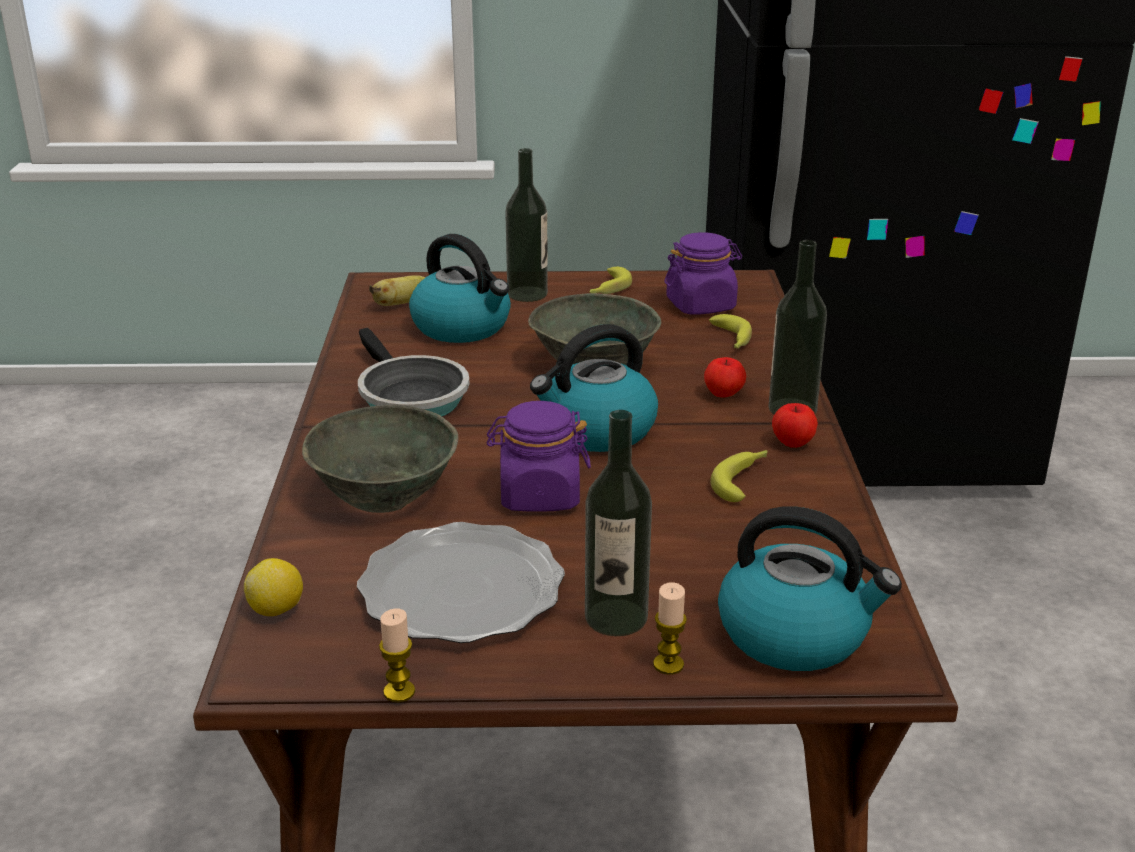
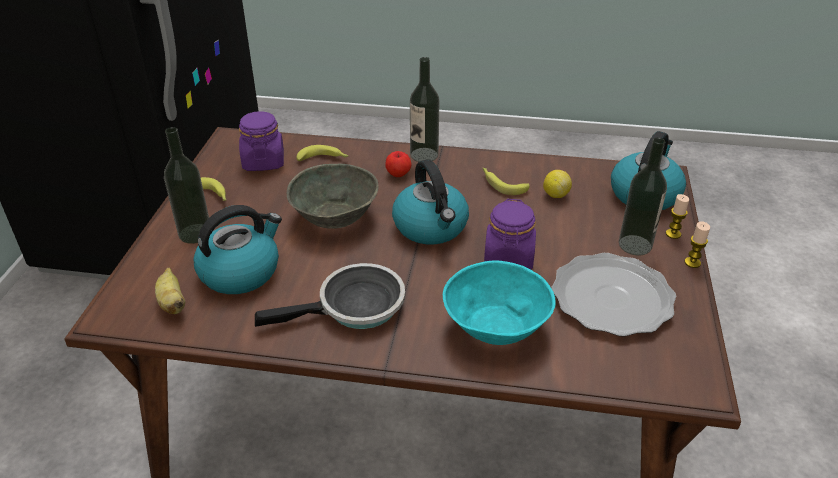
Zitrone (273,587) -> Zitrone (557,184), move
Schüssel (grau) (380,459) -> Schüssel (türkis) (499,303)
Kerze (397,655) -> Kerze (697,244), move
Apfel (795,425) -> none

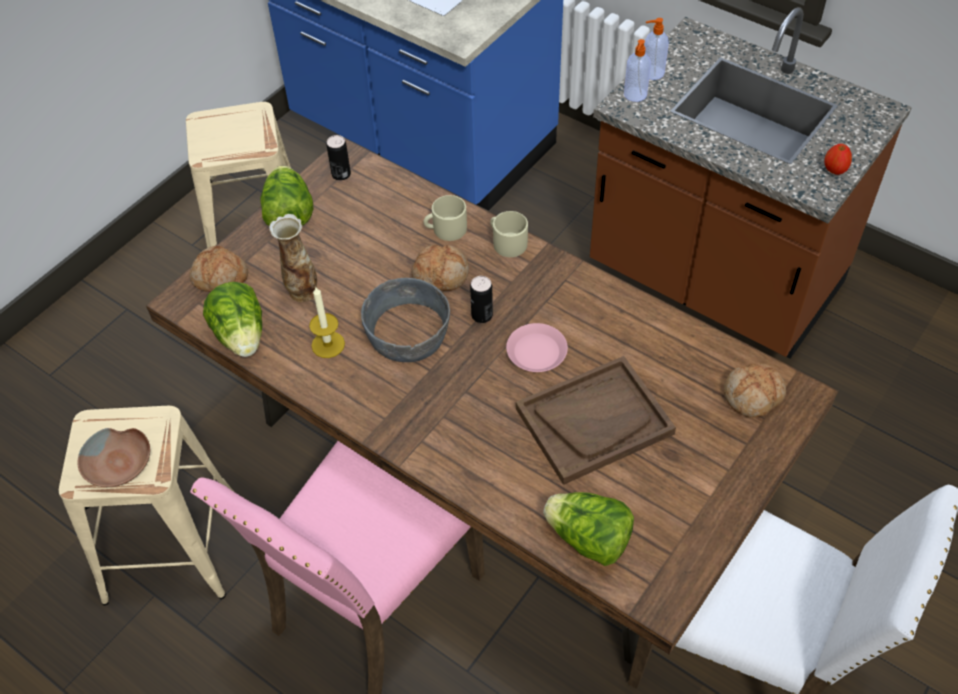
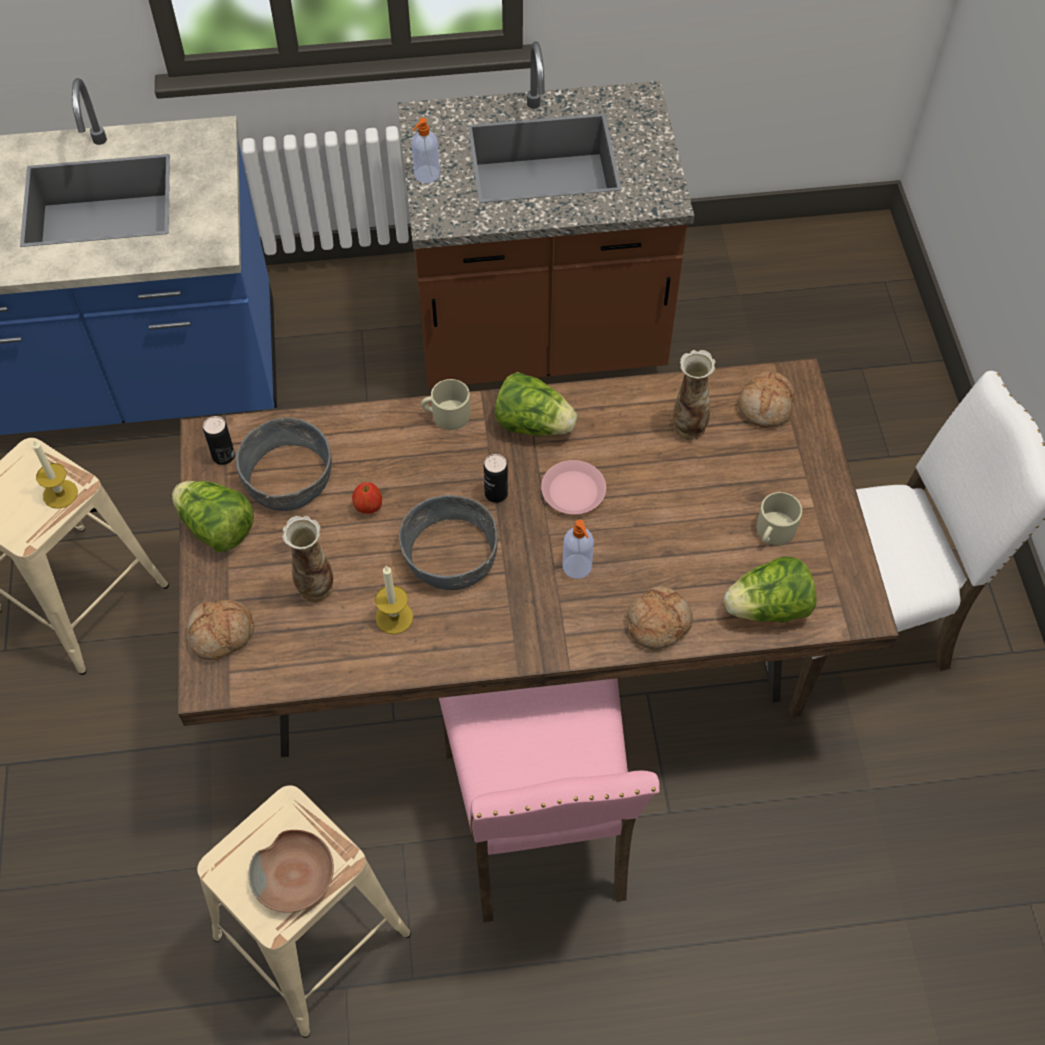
Salatkopf (232,319) -> Salatkopf (536,404), move
Brot (440,268) -> Brot (660,618), move
Henkelbecher (beige) (445,218) -> Henkelbecher (beige) (779,518), move
Tablett (braun) (596,420) -> none
Seifenspender (637,70) -> Seifenspender (578,549), move
Apfel (838,159) -> Apfel (367,498), move
none -> Kerze (55,475)
none -> Schüssel (grau) (284,464)
none -> Vase (694,395)

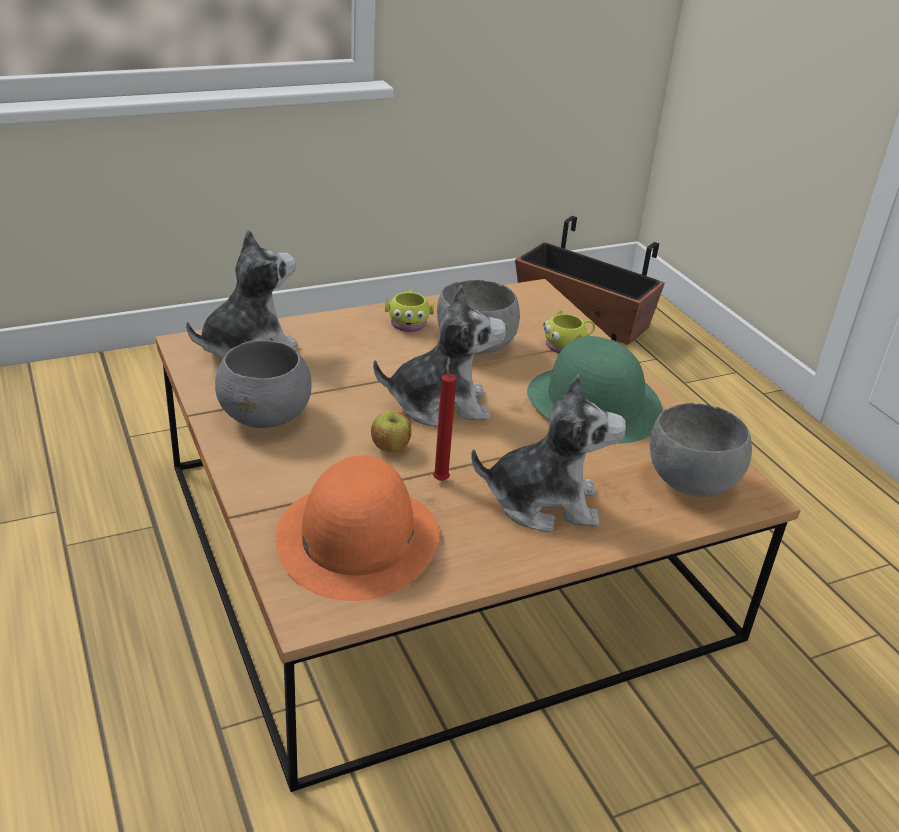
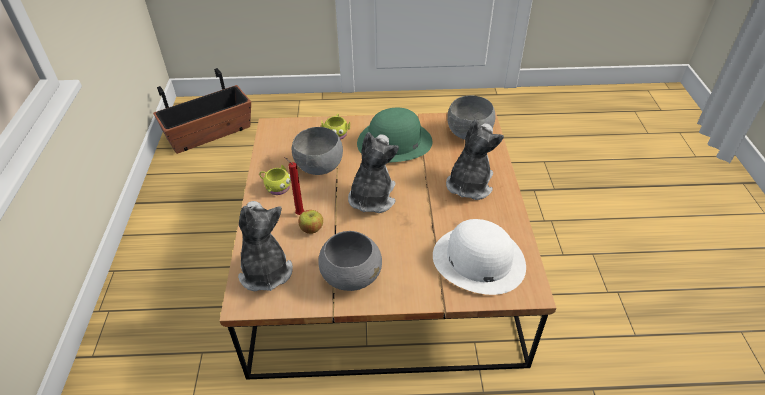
Hut (orange) (357,528) -> Hut (weiß) (479,257)
Apfel (391,431) -> Apfel (310,222), move
Kerze (rot) (444,419) -> Kerze (rot) (294,186), move

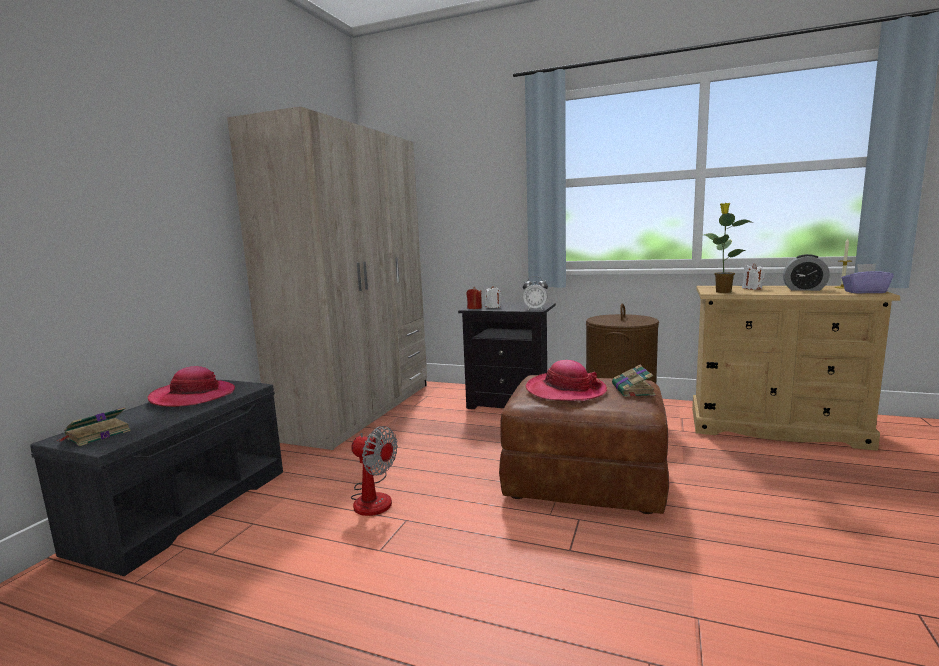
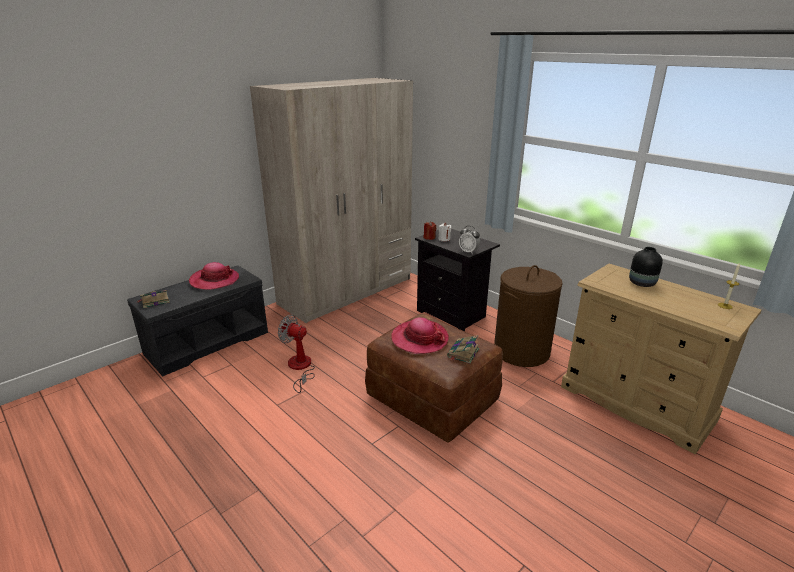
Ventilator (374,471) -> Ventilator (296,354), 150 degrees clockwise
Topfpflanze (729,248) -> none
Kerze (weiß) (753,276) -> Vase (schwarz) (646,267)
Wecker (806,272) -> none
Taschentuchbox (lila) (868,278) -> none

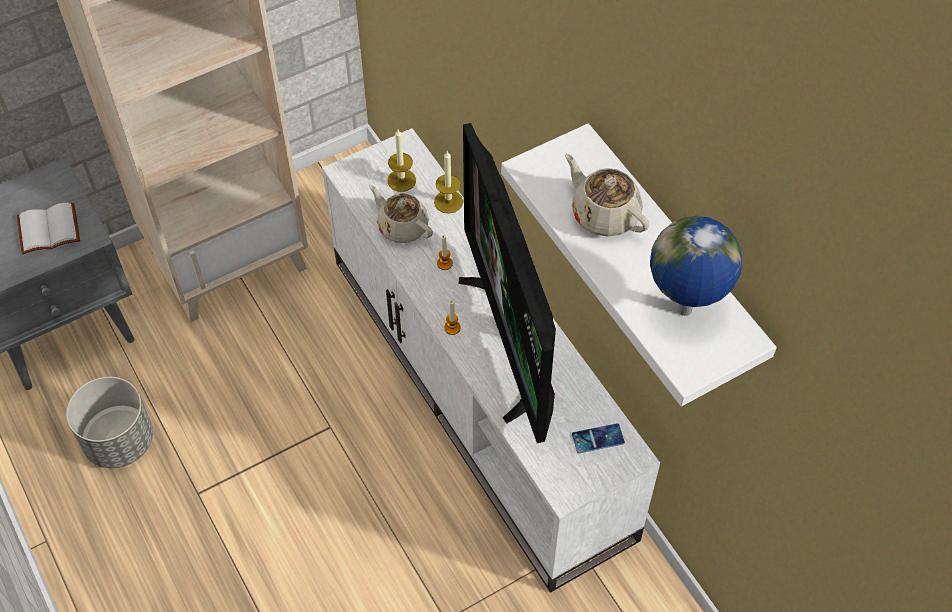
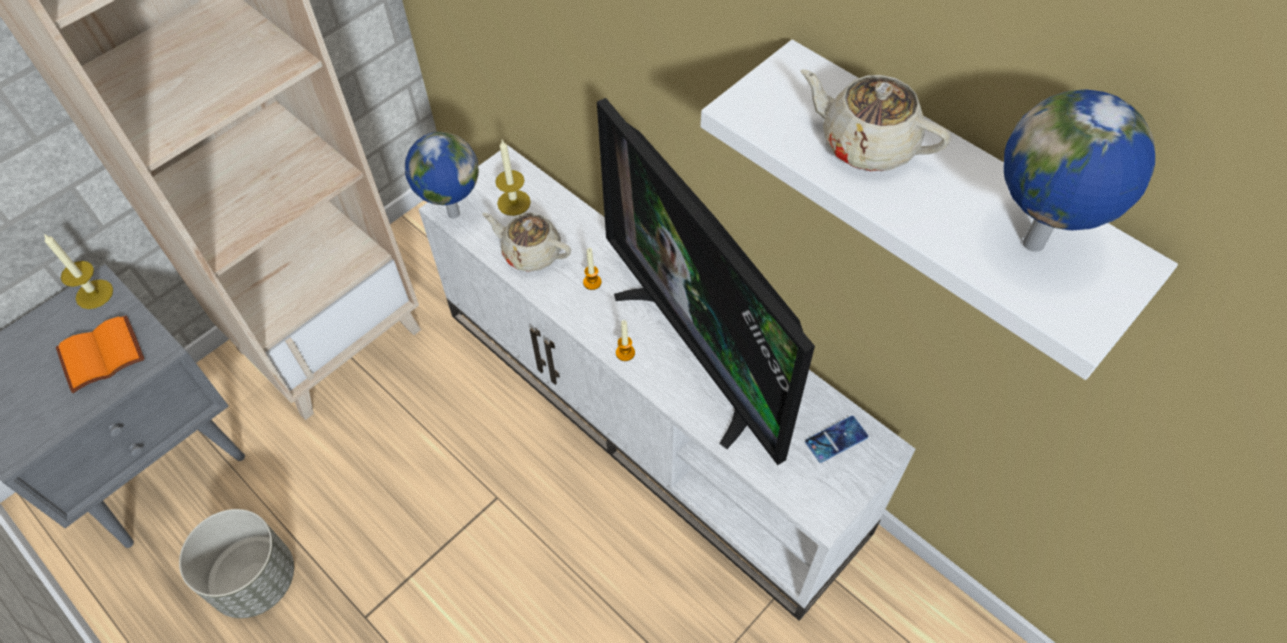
Buch (weiß) (48,228) -> Buch (orange) (100,354)
Kerze (448,182) -> Kerze (78,271), move
none -> Globus (442,175)

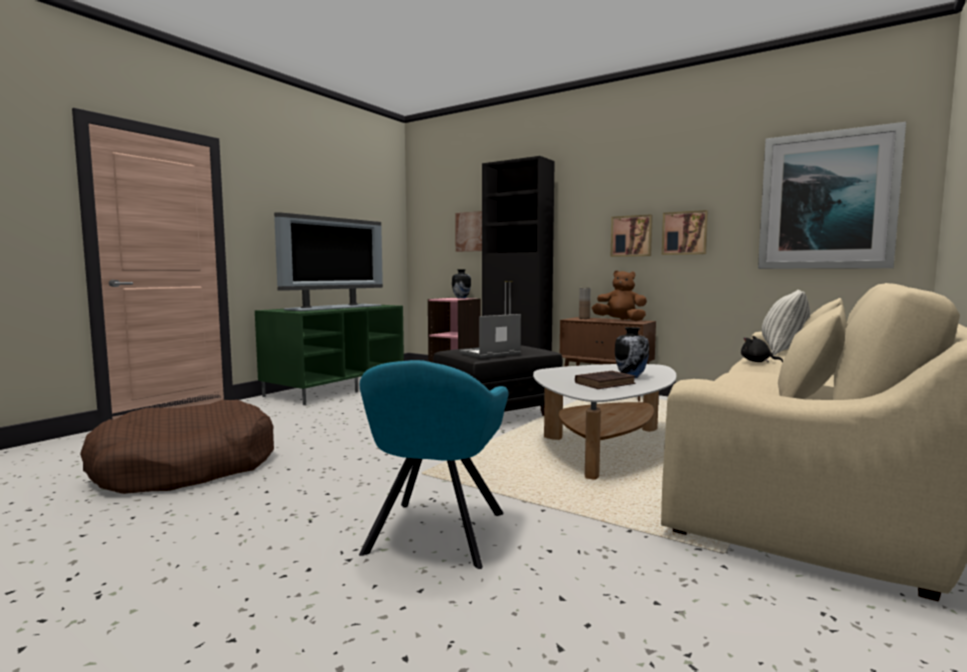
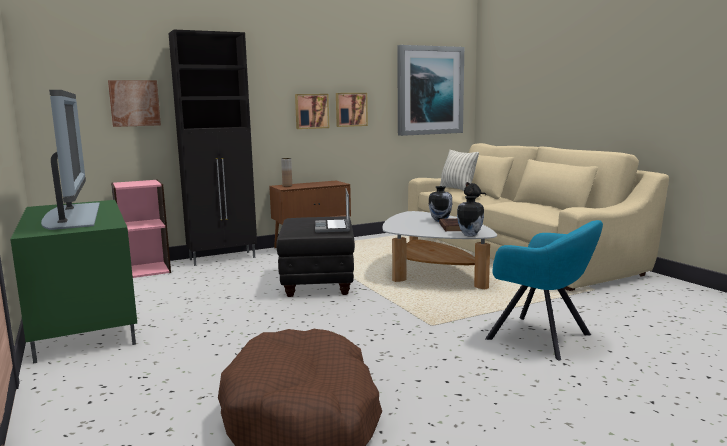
Vase (461,284) -> Vase (470,216), move
Plüschtier (braun) (619,295) -> none

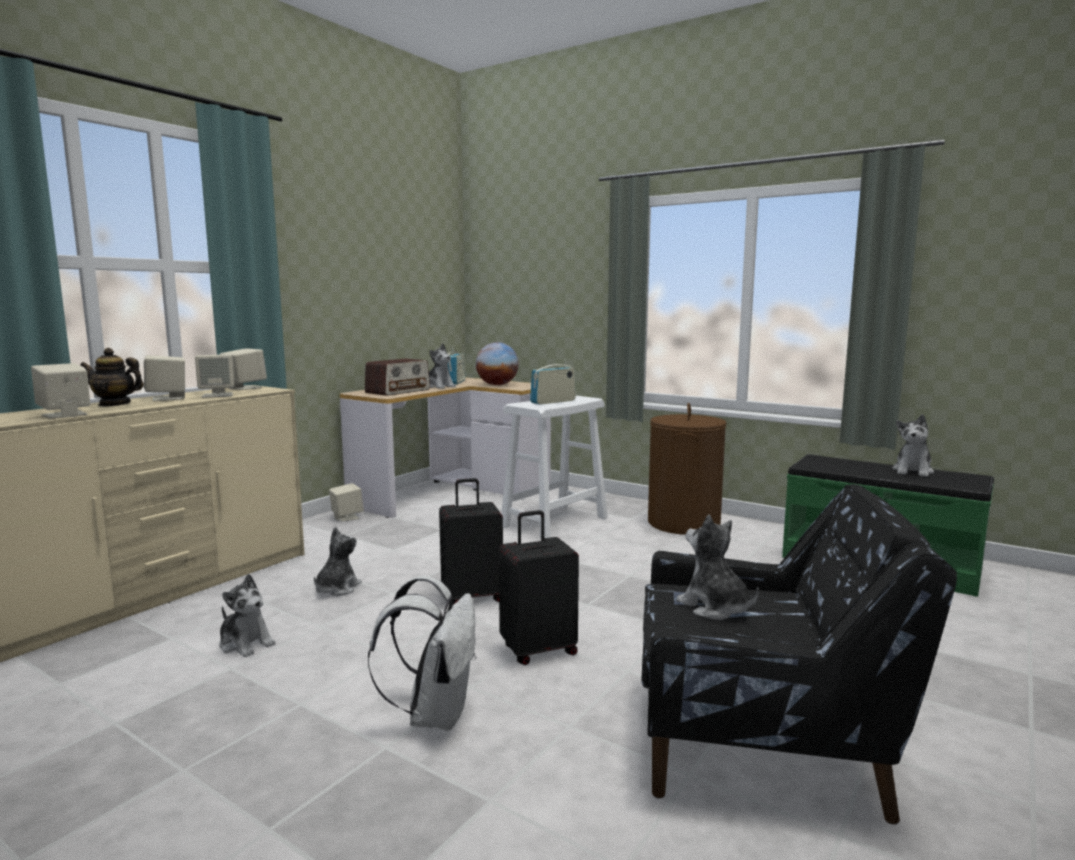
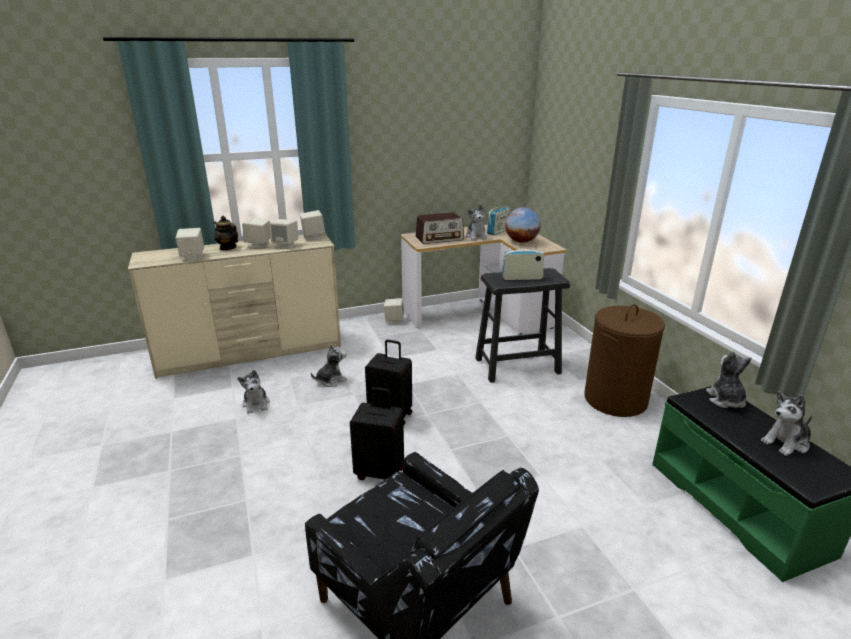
Rucksack (weiß) (422,653) -> none
Hocker (weiß) (554,467) -> Hocker (schwarz) (522,325)
Plüschtier (717,567) -> Plüschtier (729,379), move

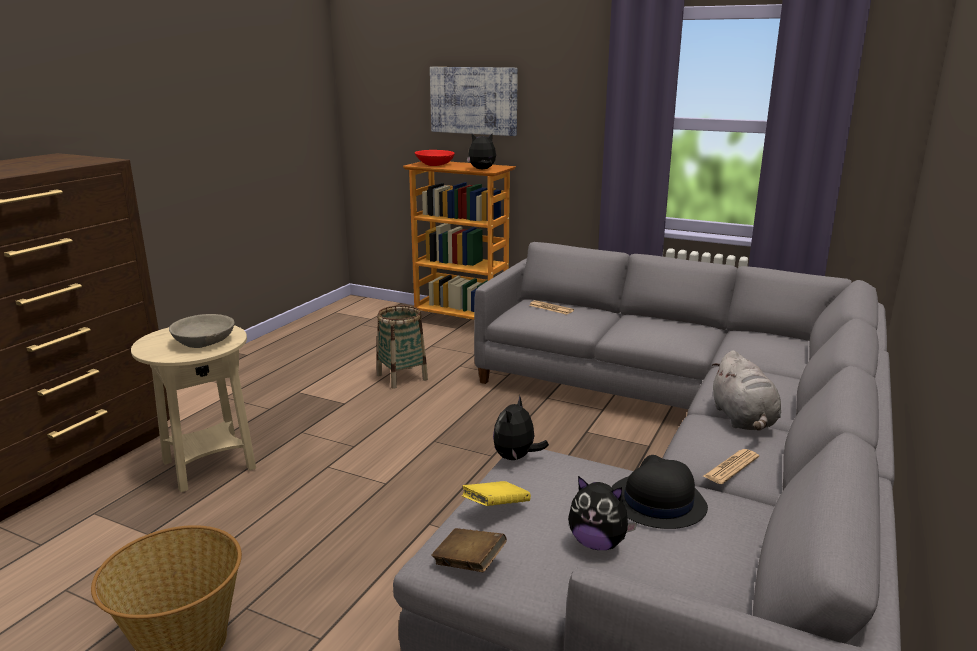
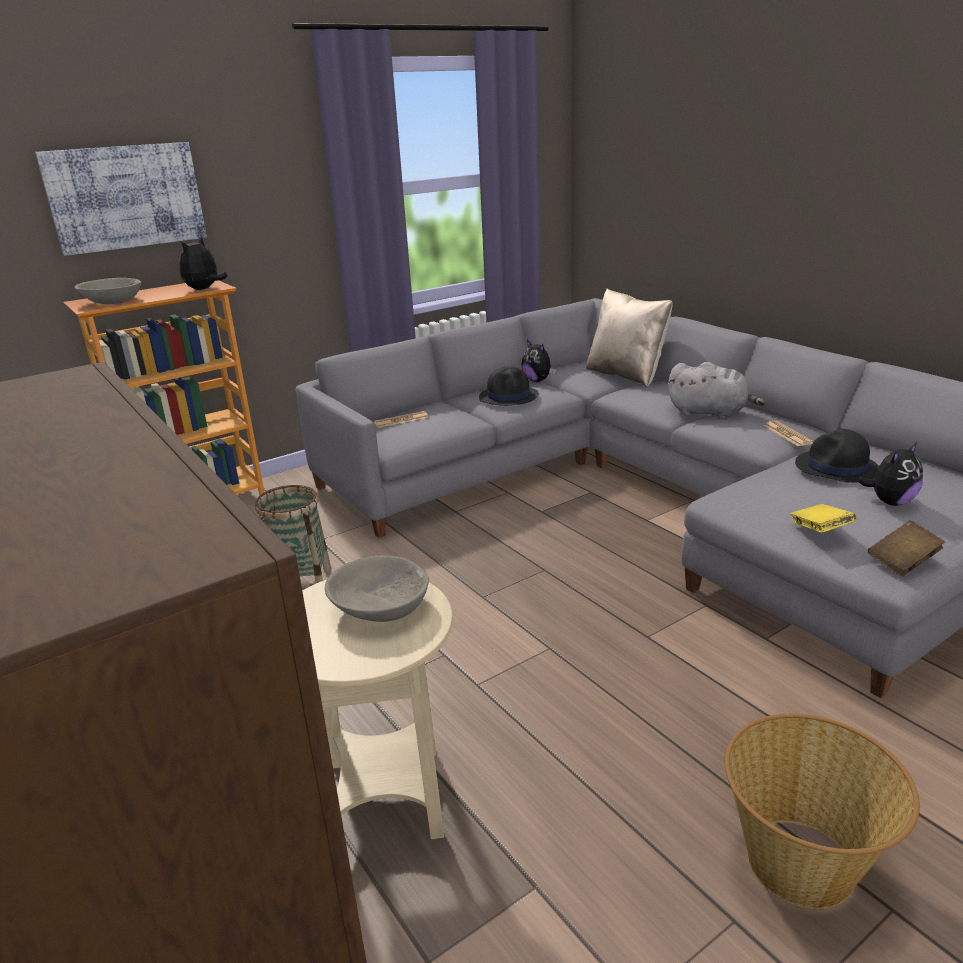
Schüssel (rot) (434,158) -> Schüssel (grau) (108,291)
Plüschtier (521,427) -> Plüschtier (538,361), move
none -> Hut (schwarz) (509,386)
none -> Kissen (beige) (629,338)

